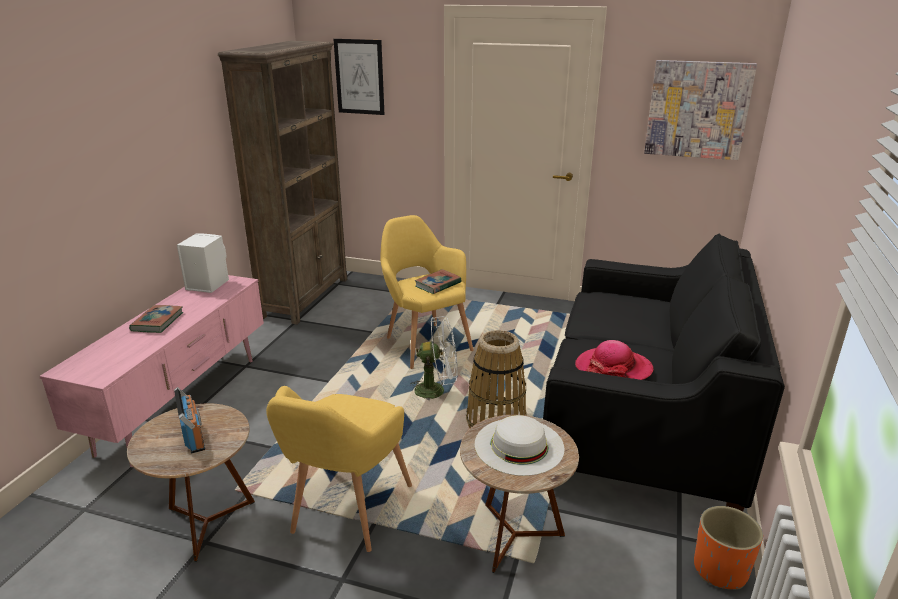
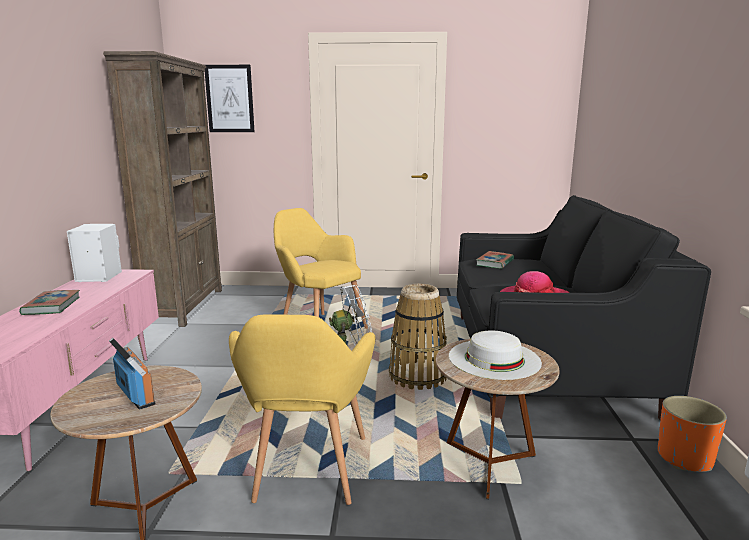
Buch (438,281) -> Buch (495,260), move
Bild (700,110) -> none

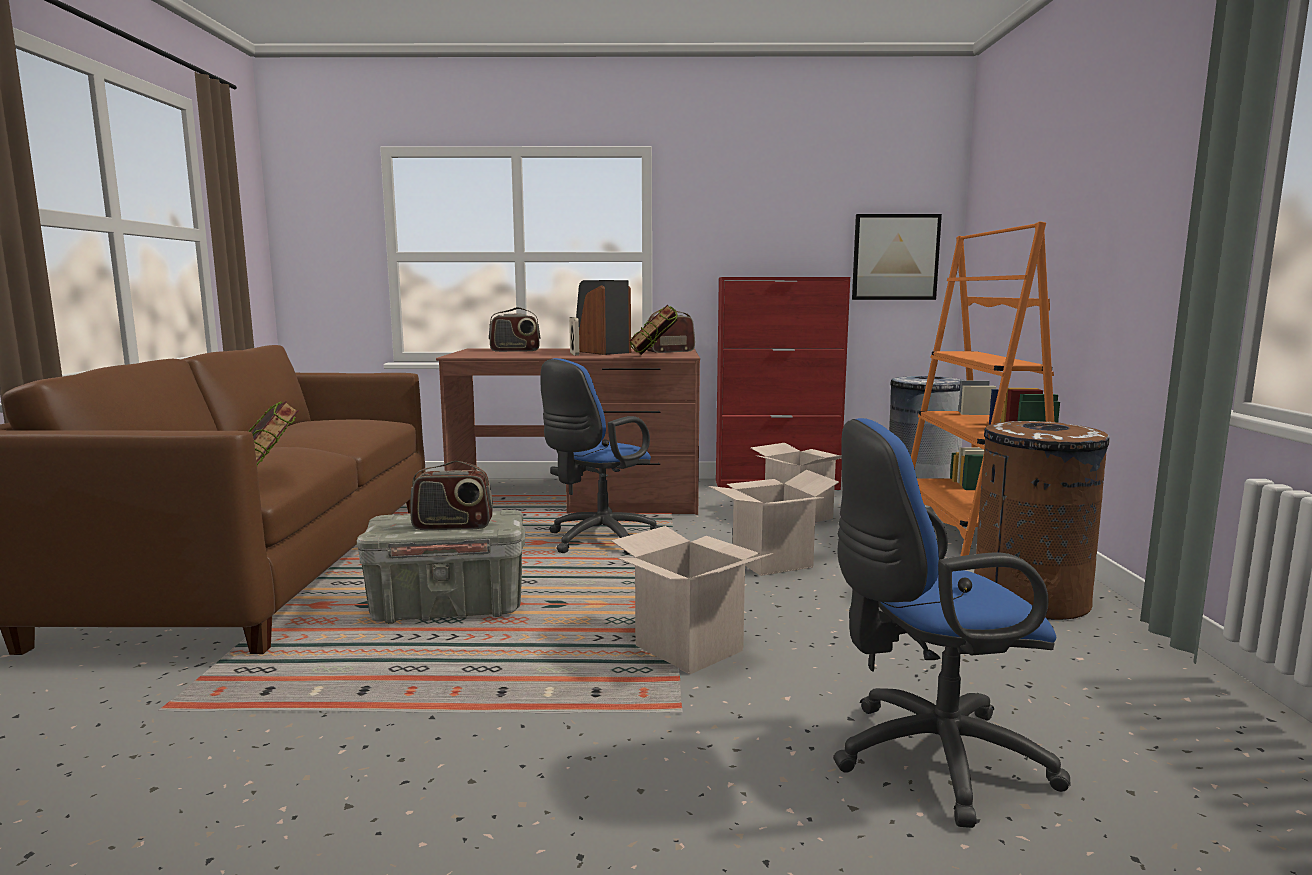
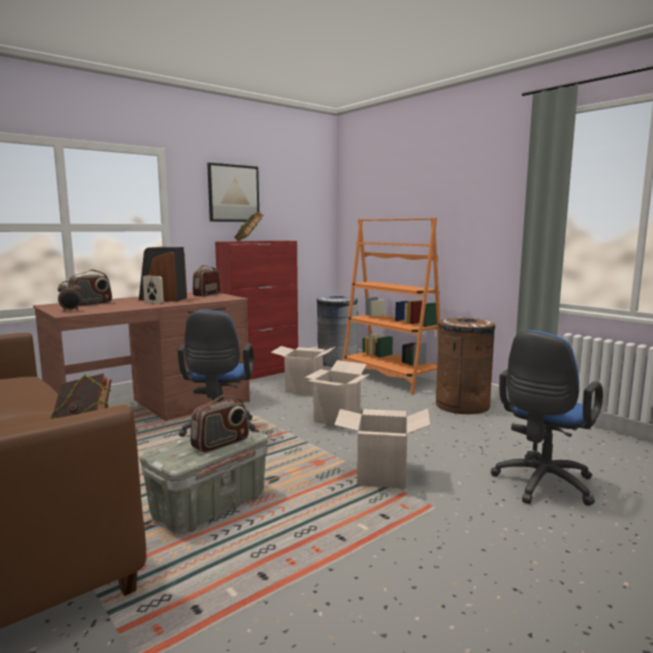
Buch (653,330) -> Buch (249,226), move
Bild (897,257) -> Bild (233,192), move
none -> Wecker (70,296)

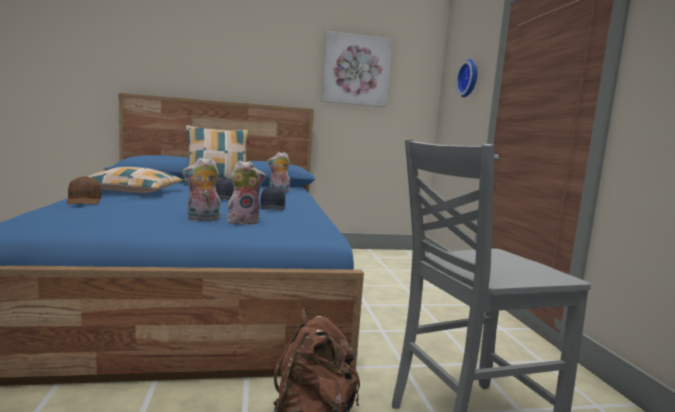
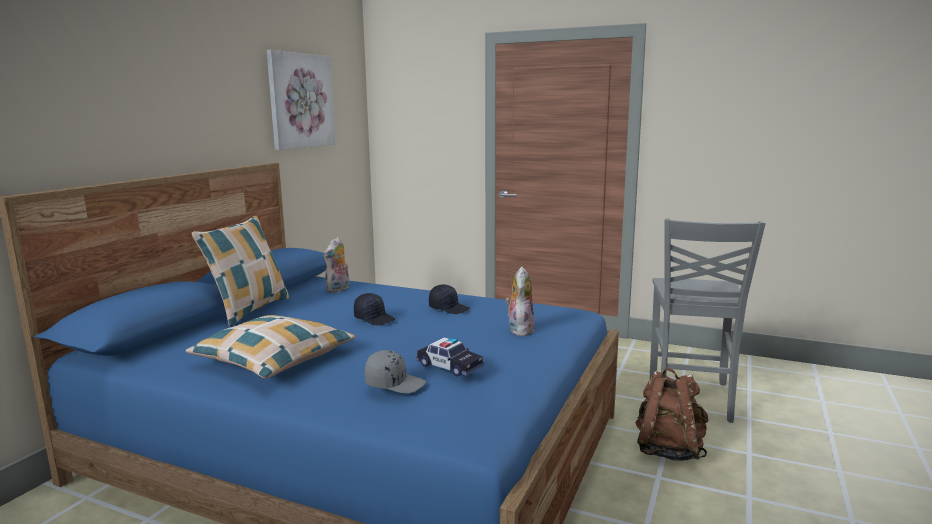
Kappe (braun) (84,190) -> Kappe (grau) (395,371)
Plüschtier (201,189) -> none
Wanduhr (466,78) -> none
none -> Spielzeugauto (450,357)

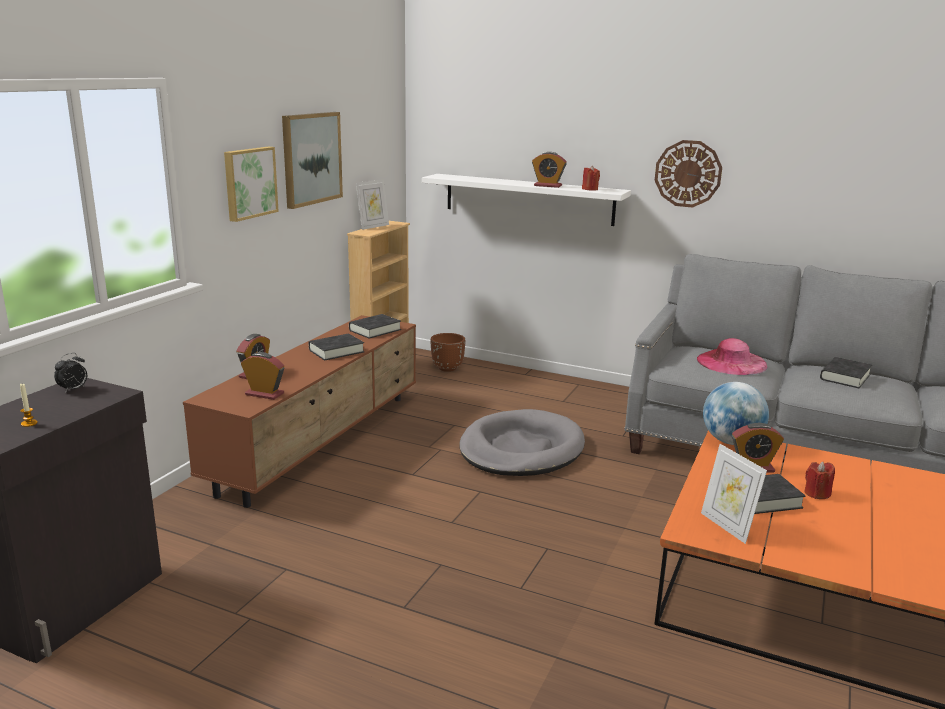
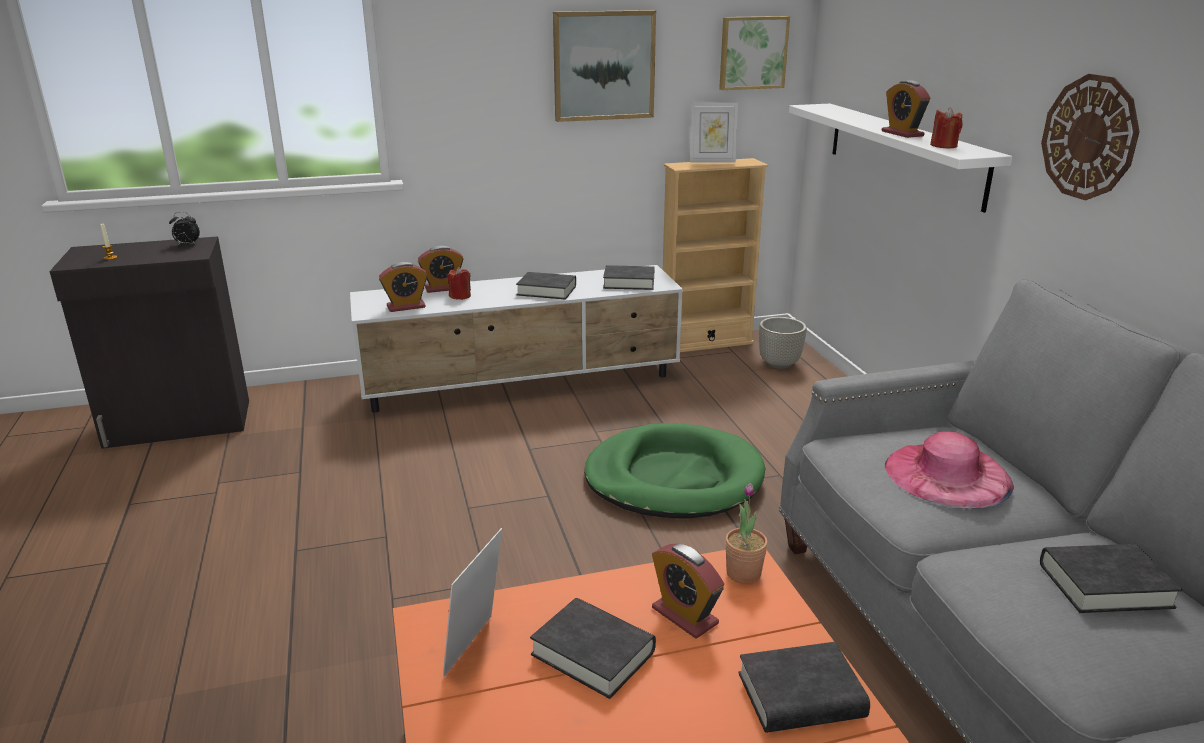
Fernsehschrank (braun) (299,411) -> Fernsehschrank (weiß) (516,339)
Bild (251,184) -> Bild (754,53), move
Wecker (262,376) -> Wecker (403,287), 90 degrees clockwise
Pflanzkübel (braun) (448,352) -> Pflanzkübel (grau) (783,343)
Hundebett (grau) (522,442) -> Hundebett (grün) (674,471)
Globus (736,413) -> Topfpflanze (746,533)
Kerze (rot) (819,480) -> Kerze (rot) (459,283), move
none -> Buch (schwarz) (804,687)

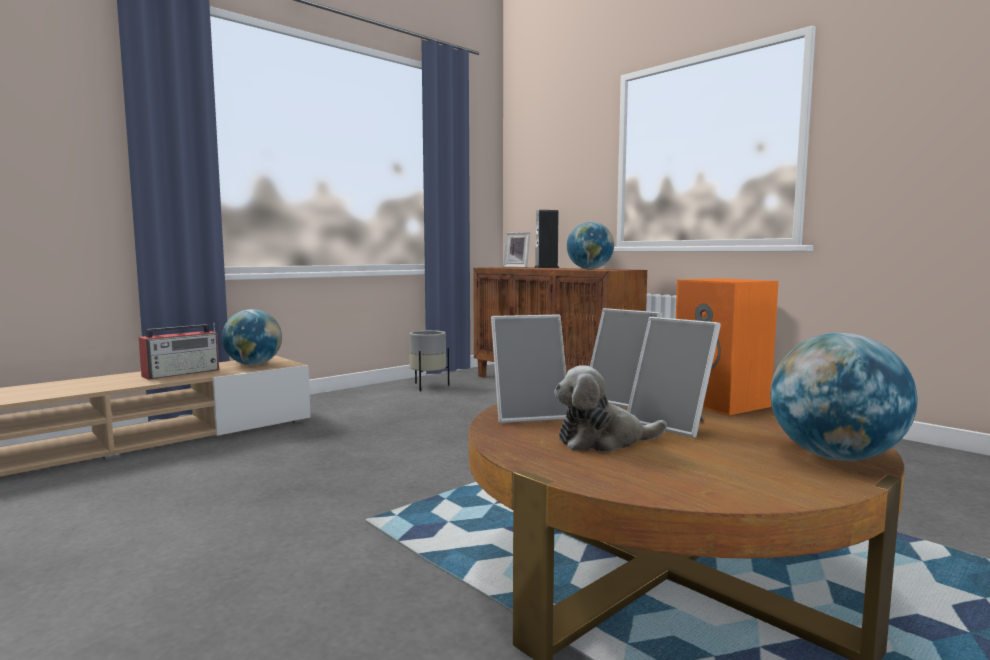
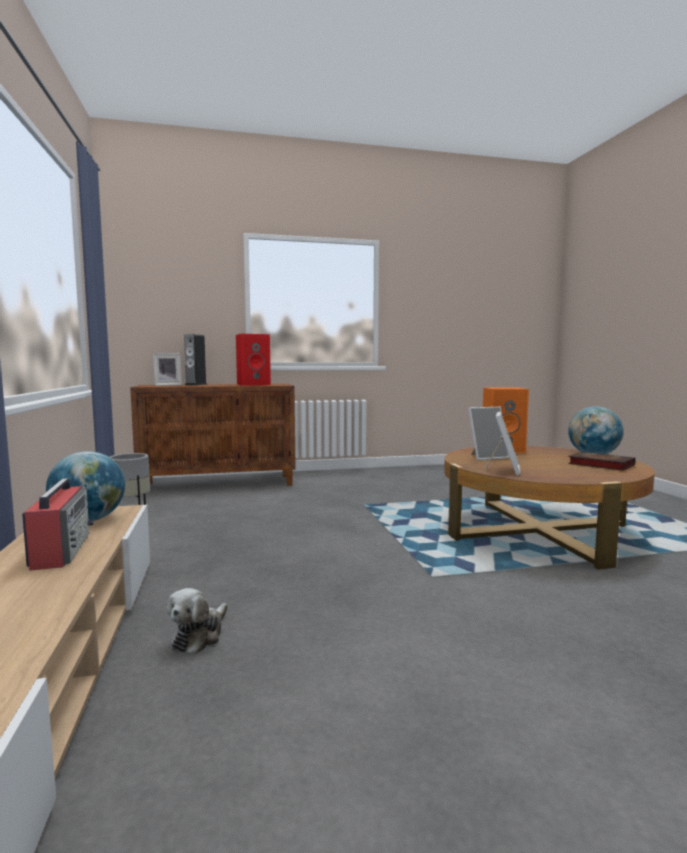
Plüschtier (610,408) -> Plüschtier (197,621), move
Globus (590,245) -> Lautsprecher (rot) (253,360)
Bilderrahmen (674,377) -> none
none -> Buch (601,461)

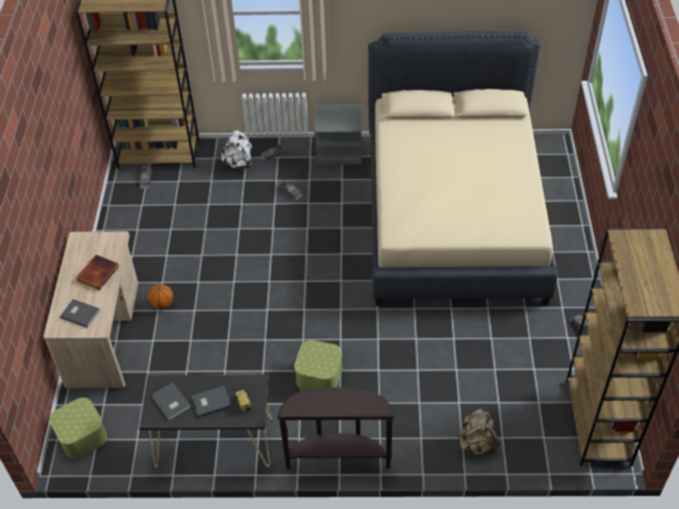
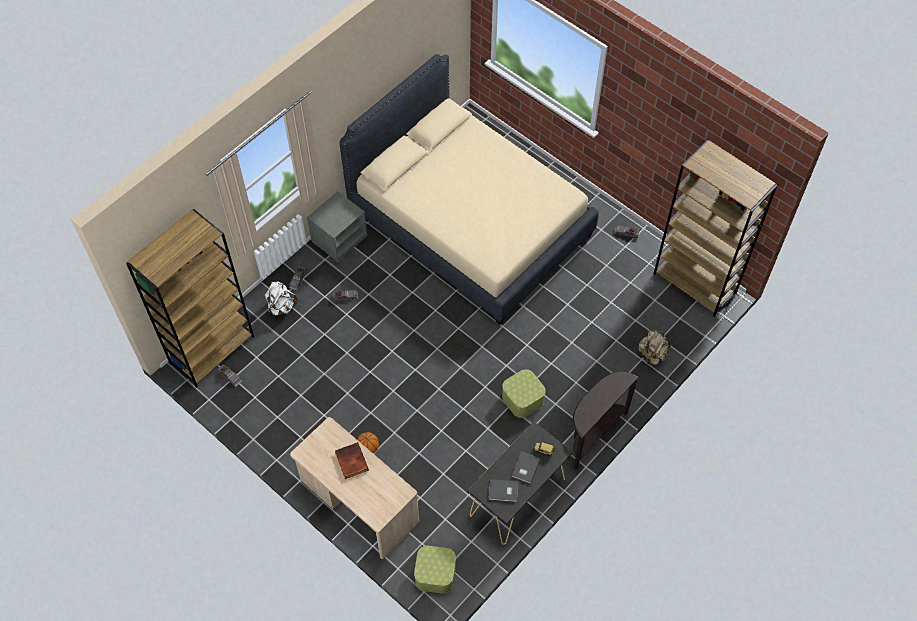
Buch (grau) (80,313) -> none

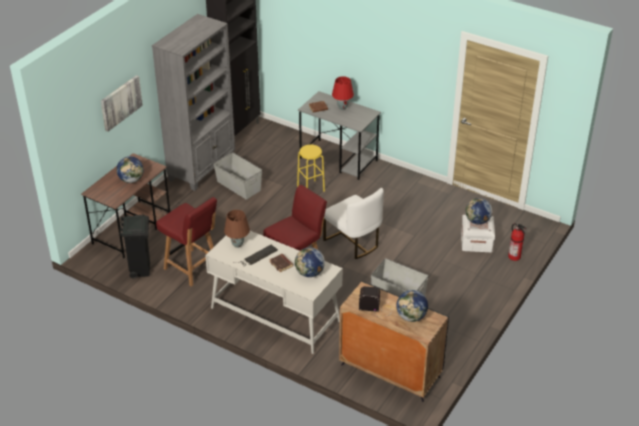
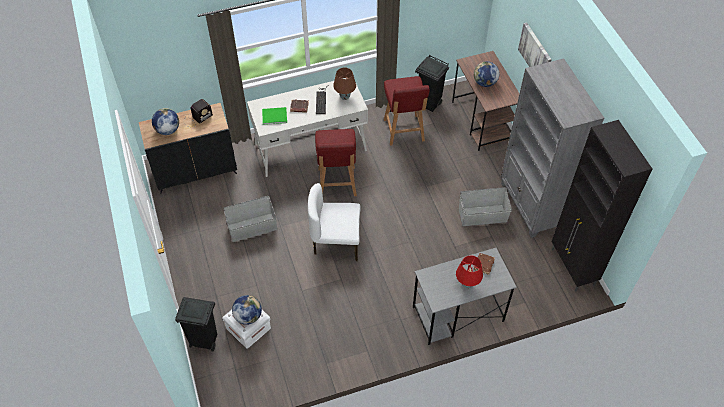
Stuhl (rot) (186,242) -> Stuhl (rot) (407,111), 90 degrees counterclockwise
Globus (310,262) -> Buch (grün) (274,116)
Hocker (gelb) (311,168) -> none
Feuerlöscher (517,242) -> Mülleimer (schwarz) (196,324)

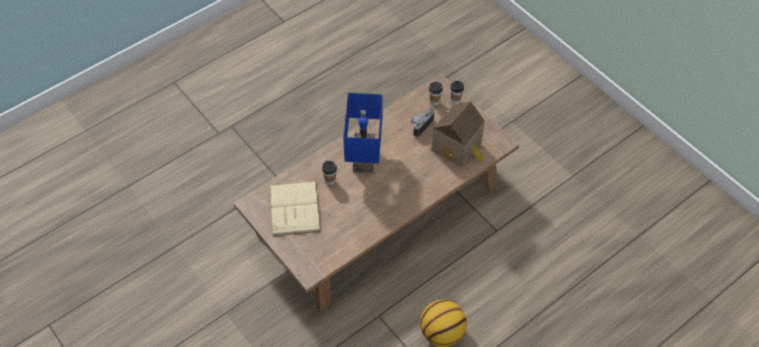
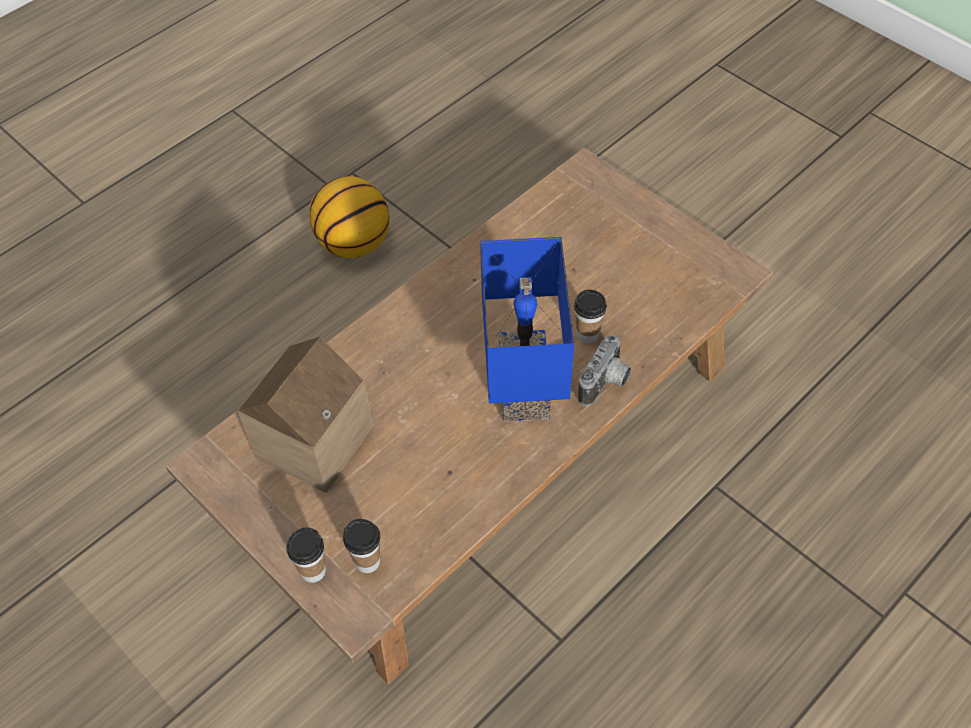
Buch (beige) (295,208) -> none
Kamera (423,122) -> Kamera (604,370), move

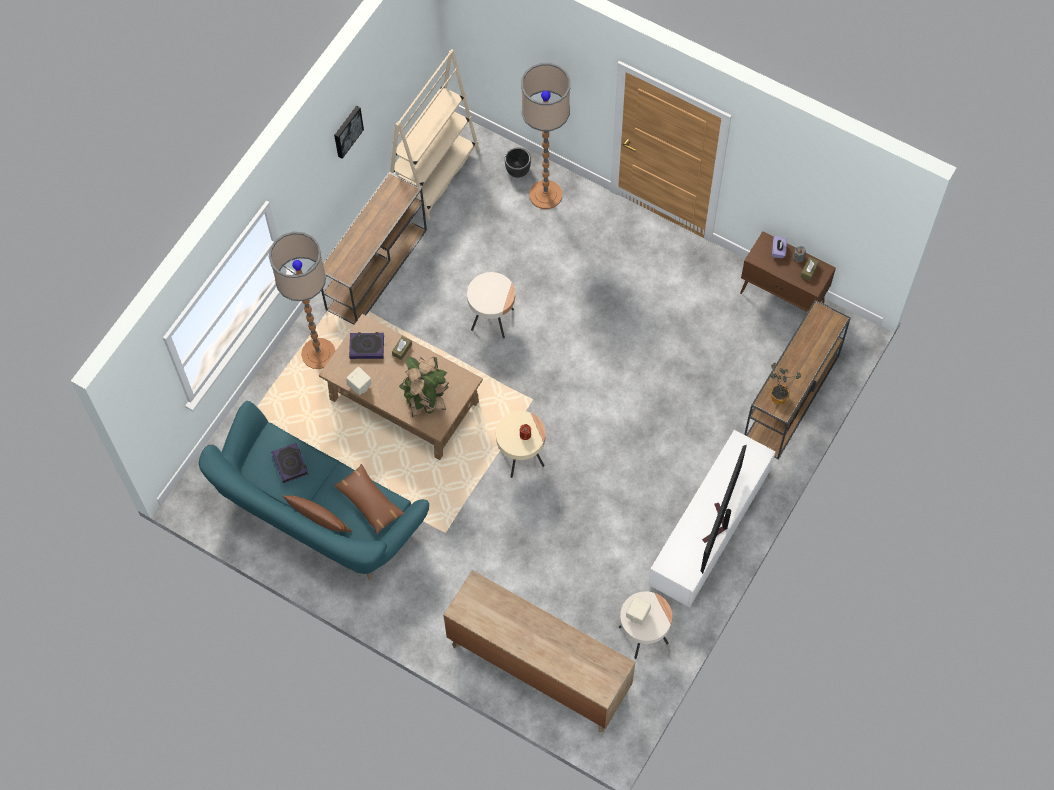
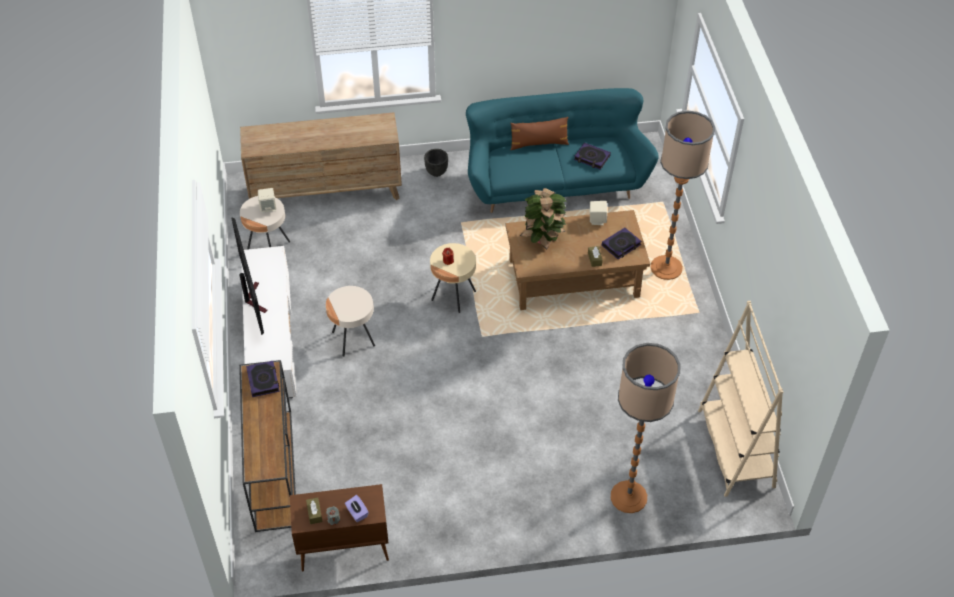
Konsolentisch (braun) (374,248) -> none
Bild (349,132) -> none
Kissen (braun) (369,499) -> none
Beistelltisch (beige) (491,305) -> Beistelltisch (beige) (350,321), move
Pflanzkübel (schwarz) (518,163) -> Pflanzkübel (schwarz) (436,163), move
Topfpflanze (785,383) -> Buch (263,379)

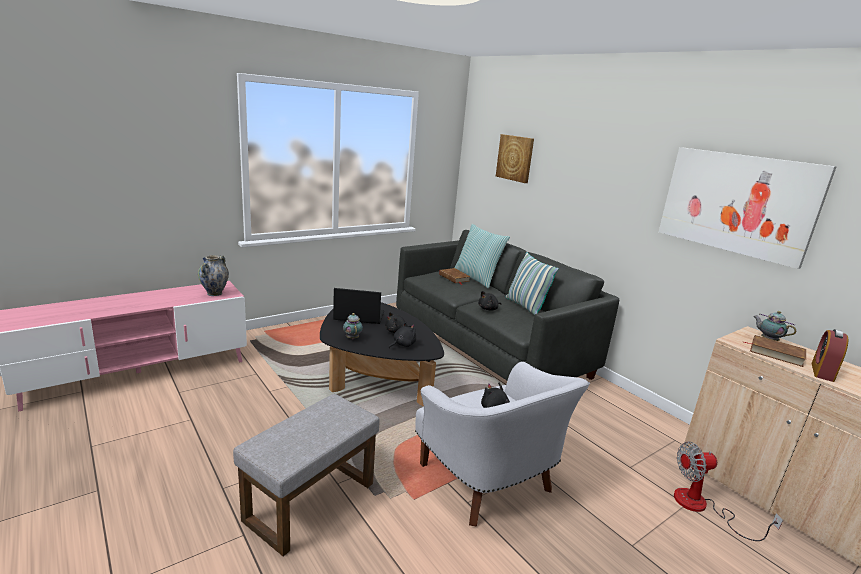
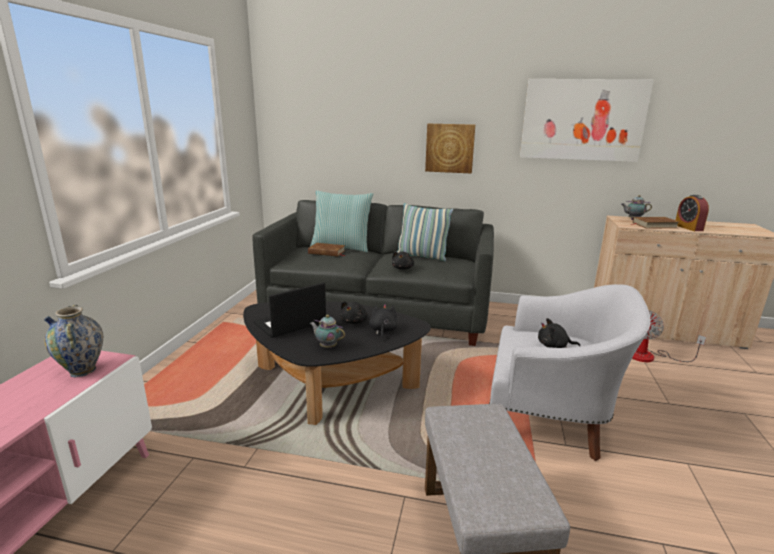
Bild (515,158) -> Bild (450,149), move

